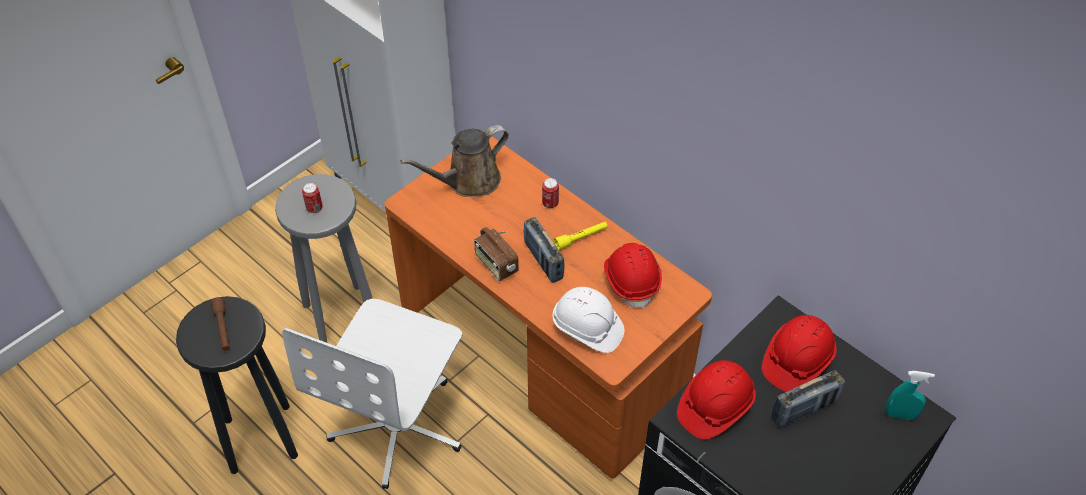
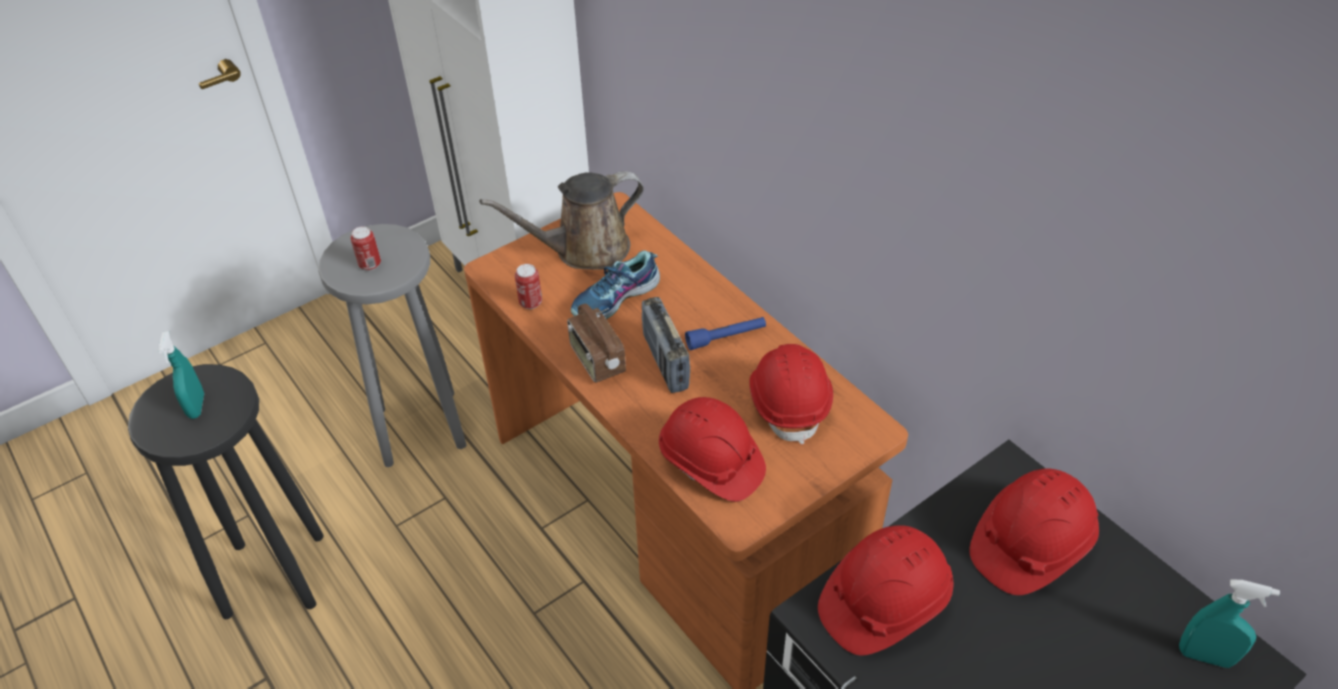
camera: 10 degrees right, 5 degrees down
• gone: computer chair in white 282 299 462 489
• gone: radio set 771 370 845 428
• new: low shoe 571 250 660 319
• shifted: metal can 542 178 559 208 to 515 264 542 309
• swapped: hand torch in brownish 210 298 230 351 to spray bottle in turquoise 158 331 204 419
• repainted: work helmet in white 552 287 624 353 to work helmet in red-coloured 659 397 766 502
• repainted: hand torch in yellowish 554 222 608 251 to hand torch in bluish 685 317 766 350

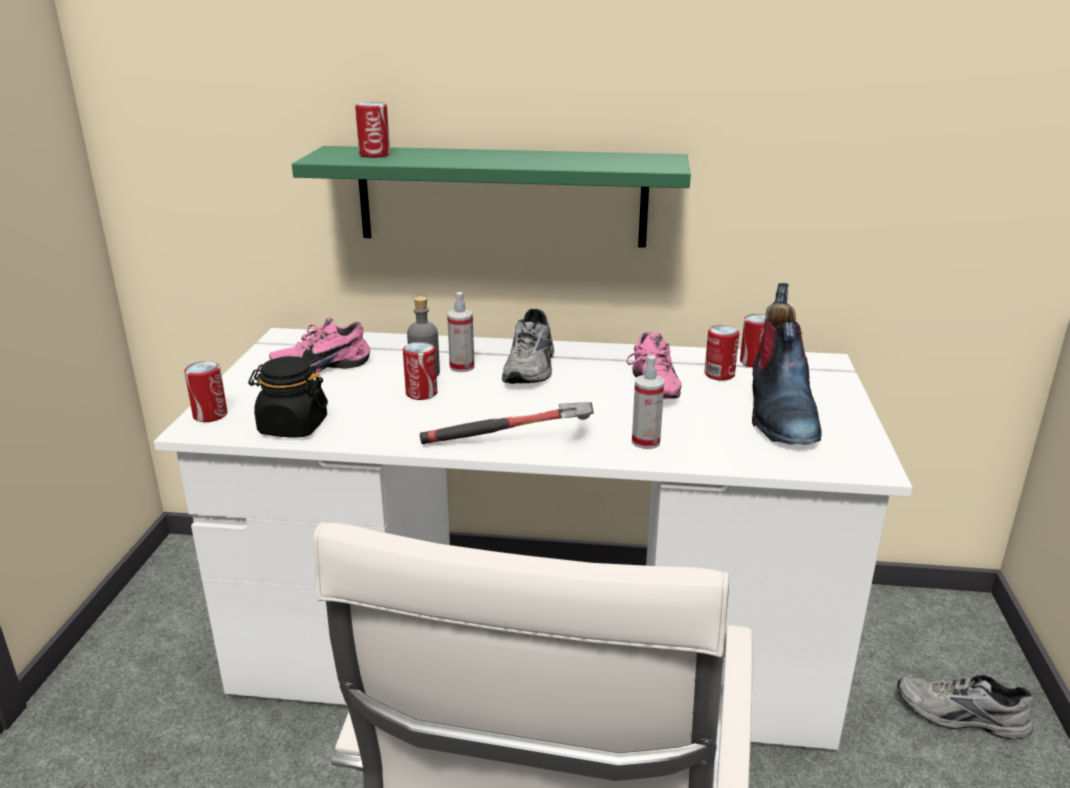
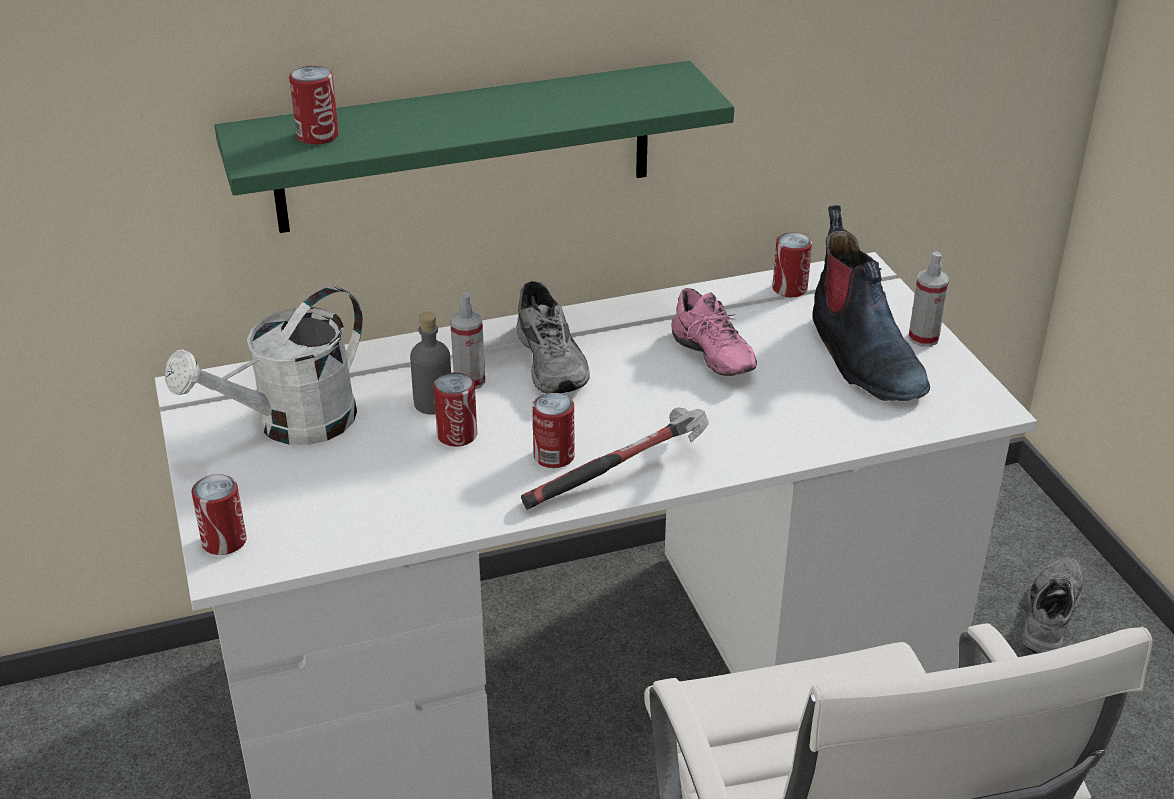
camera: 25 degrees left, 10 degrees up
• gone: preserve jar in black-coloured 248 356 328 438
• shifted: spray bottle 632 355 664 449 to 908 252 949 347
• shifted: metal can 704 325 739 381 to 532 393 575 468
• swapped: low shoe in pink-coloured 269 317 370 373 to watering pot in white 165 286 363 445
• rotated: low shoe in grey 897 675 1034 739 = 1021 557 1083 654 120 degrees clockwise

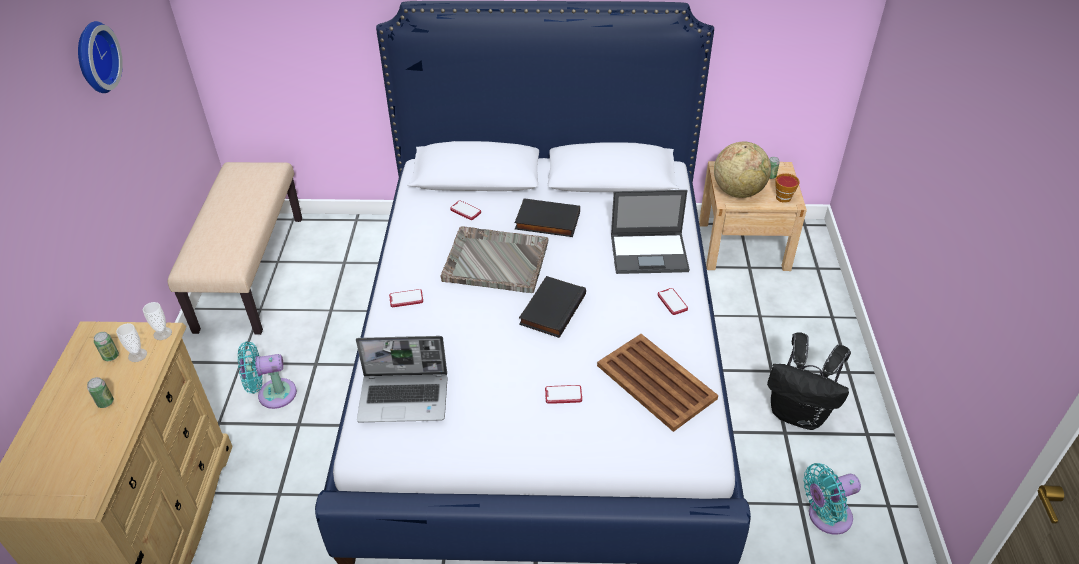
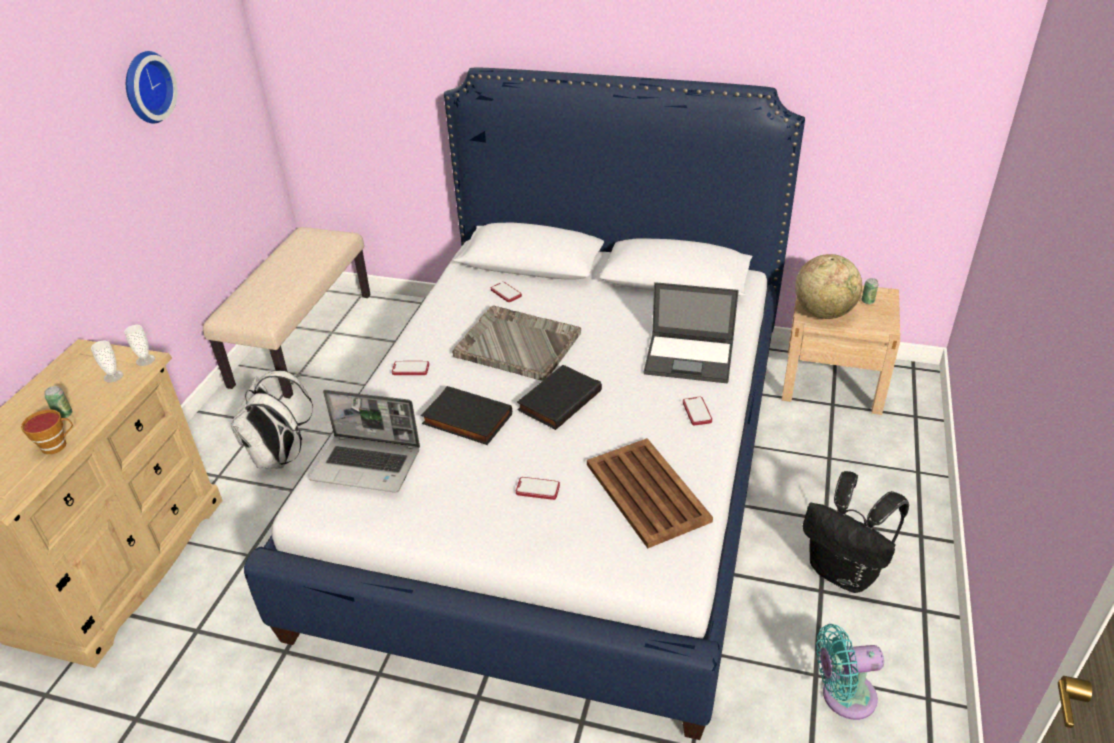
camera: 15 degrees right, 5 degrees down
• gone: metal can 94 332 119 361
• shifted: book in black-coloured 515 199 580 237 to 421 386 512 445
• shifted: drinking cup 775 173 799 203 to 21 409 73 455
• swapped: fan in turquoise 238 342 297 409 to knapsack in white 231 371 313 469

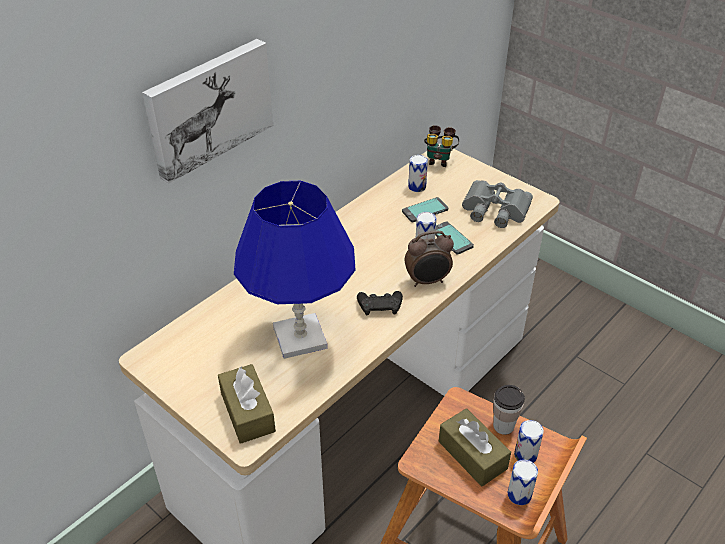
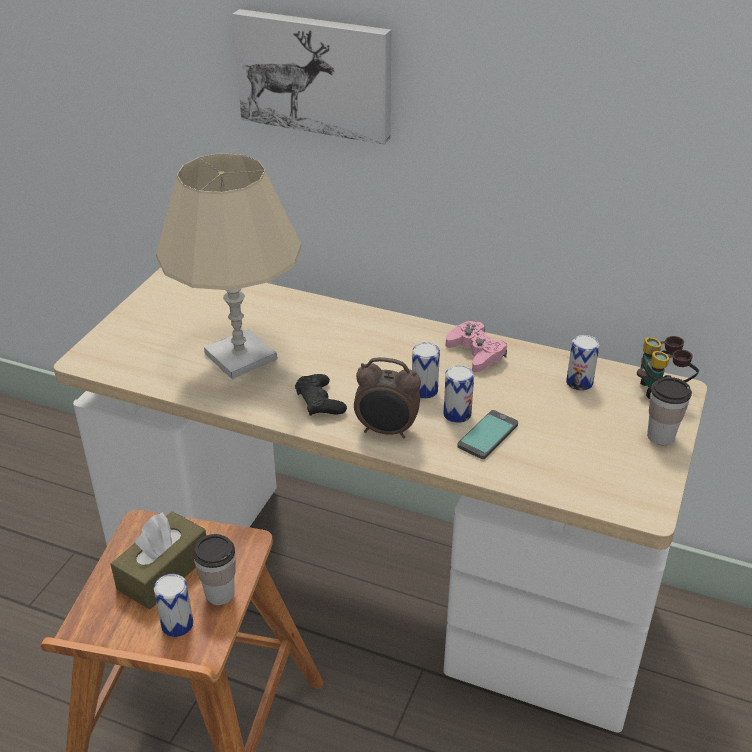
camera: 70 degrees right, 5 degrees down
• gone: box of tissues in brownish 218 364 276 444
• gone: phone 402 197 448 222
• gone: pair of binoculars in grey 462 180 533 228
• new: joypad in pink-coloured 446 321 507 372
• new: drinking cup 647 377 692 445
• shifted: metal can 508 459 538 505 to 412 342 440 399
• repainted: table lamp in bluish 234 181 355 359 to table lamp in beige 156 153 302 379
• rotated: table clock 404 230 454 287 = 354 357 421 439 45 degrees counterclockwise

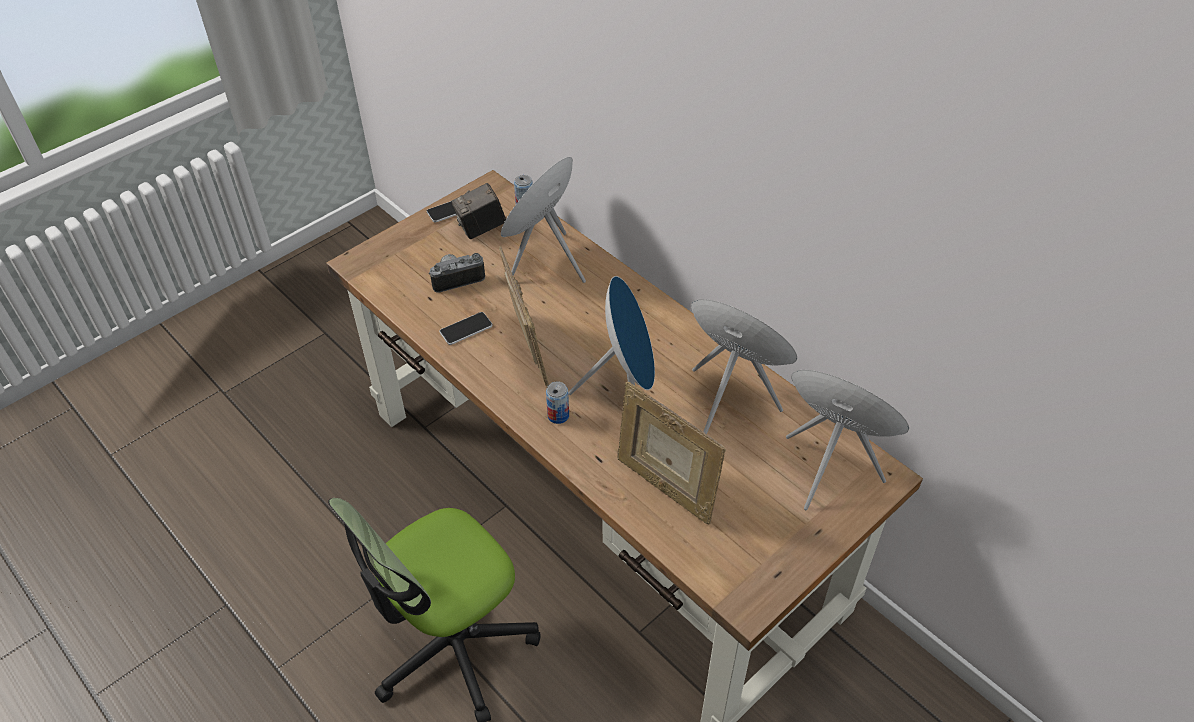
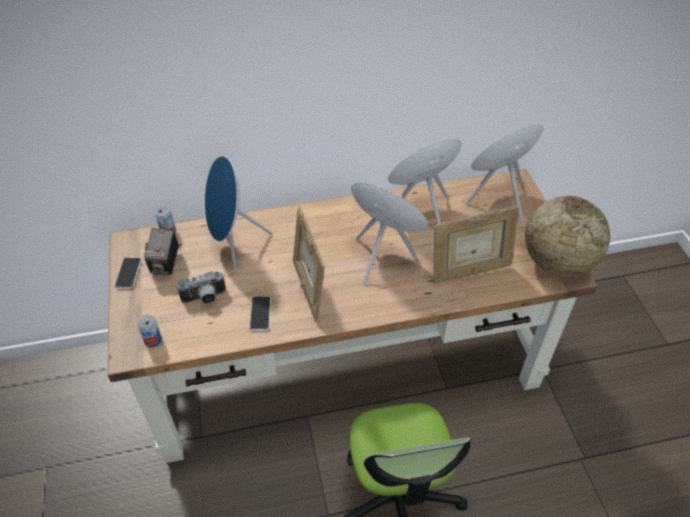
camera: 60 degrees left, 0 degrees up
• new: world globe 525 196 610 277
• shifted: metal can 546 381 569 424 to 138 315 162 347
• rotated: still camera 429 253 485 293 = 177 271 226 304 120 degrees counterclockwise
• rotated: photo frame 499 246 549 387 = 293 206 325 322 120 degrees counterclockwise

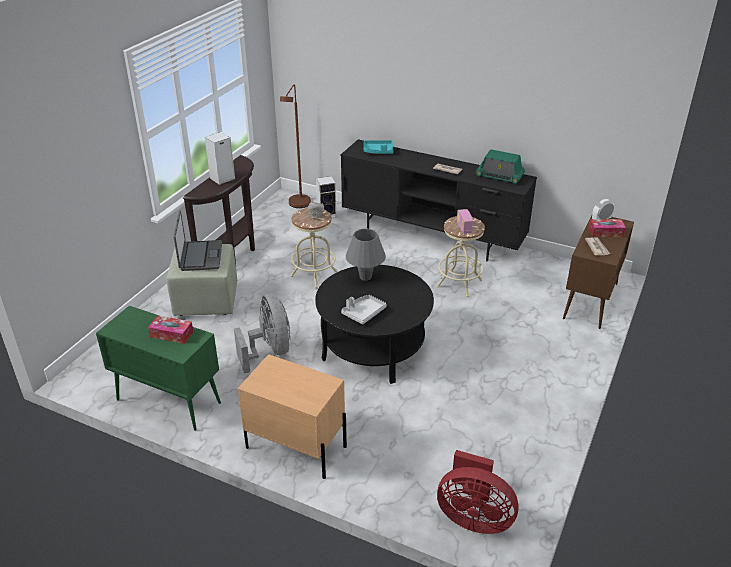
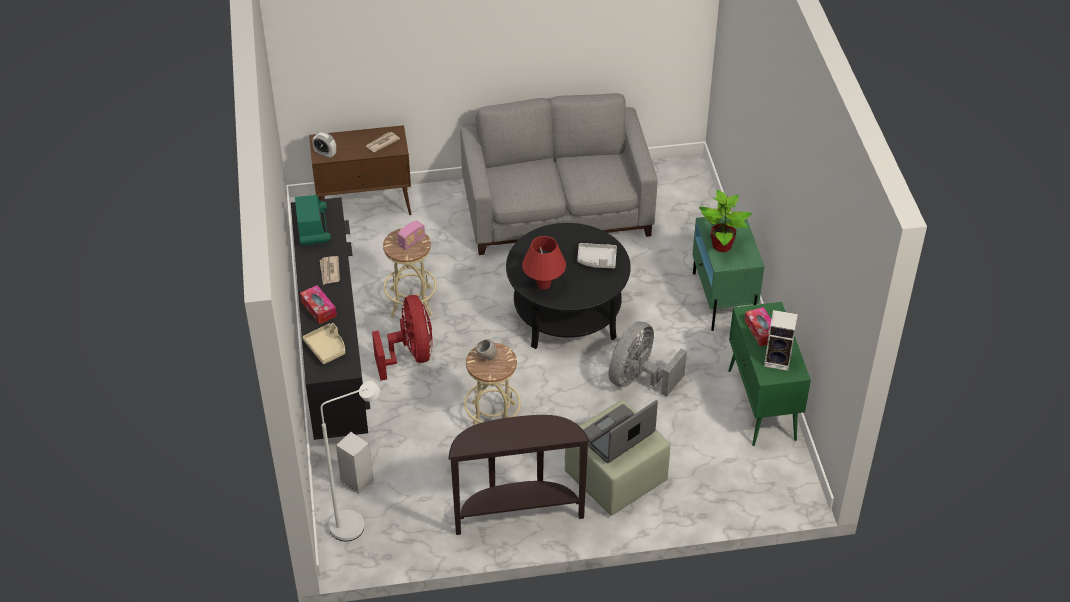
camera: 125 degrees left, 10 degrees up
• new: couch in grey 460 93 658 255
• new: potted plant 699 190 752 252
• shifted: loudspeaker 205 132 235 185 to 764 310 798 371
• shifted: fan in red-coloured 437 450 519 534 to 372 295 432 380
• shifted: box of tissues 589 219 626 237 to 300 285 337 324
• repainted: bedside table in beige 238 354 347 479 to bedside table in green 692 215 765 331
• repainted: standing lamp in brownish 280 84 311 208 to standing lamp in white 321 381 380 541
• repainted: table lamp in grey 346 229 386 281 to table lamp in red-coloured 522 236 566 290
• repainted: carrying tray in turquoise 364 140 393 154 to carrying tray in beige 302 323 345 364

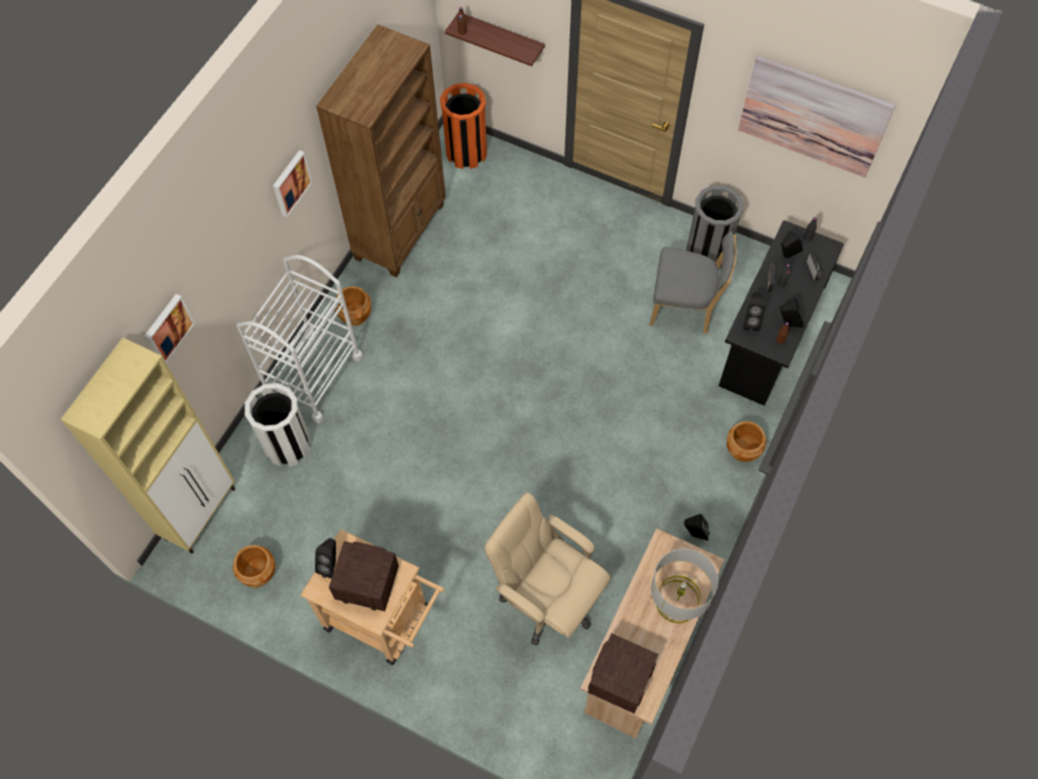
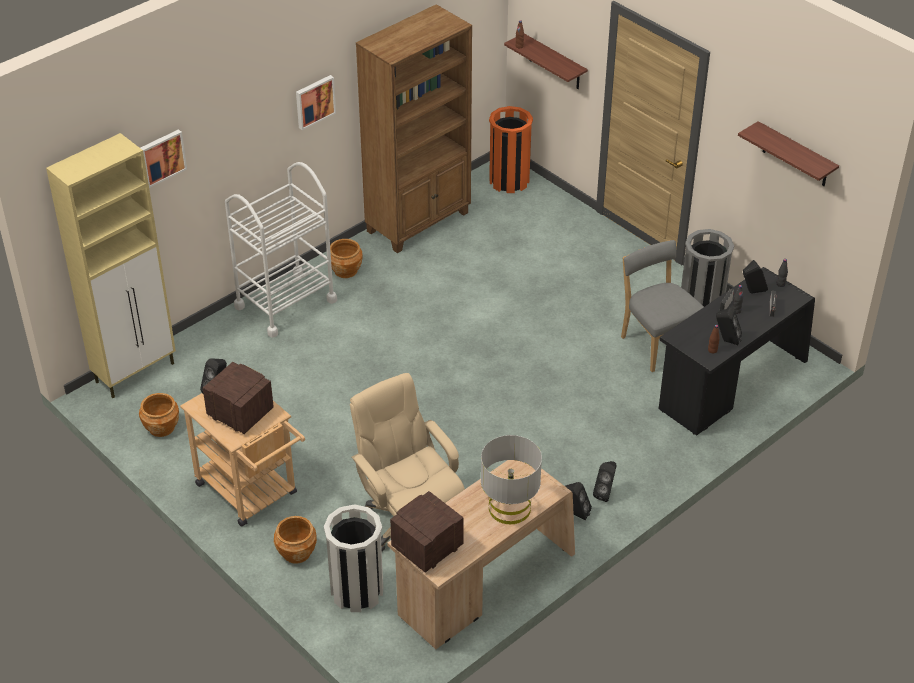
camera: 20 degrees right, 20 degrees down
• shifted: trash can in white 245 383 312 467 to 324 504 383 612
• shifted: planter in brownish 727 421 766 462 to 274 516 317 563
• shifted: loudspeaker in black-coloured 743 292 765 331 to 593 461 617 502
• swapped: picture 738 56 896 178 to shelf 738 121 839 186
• rotated: plain chair in grey 649 231 737 334 = 621 240 704 372 150 degrees counterclockwise

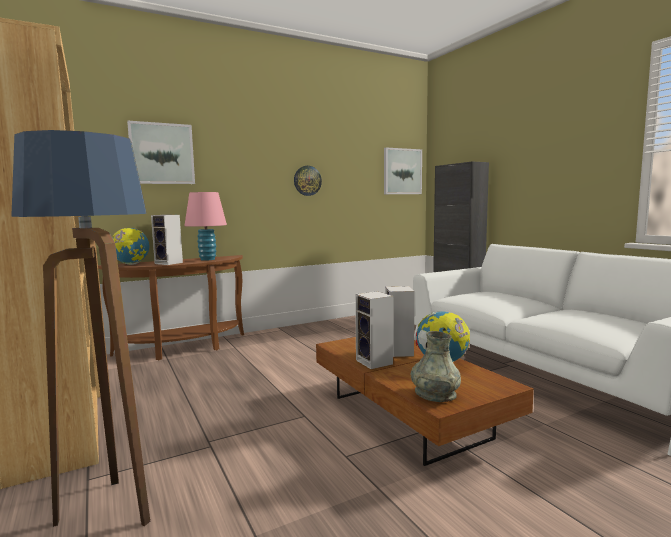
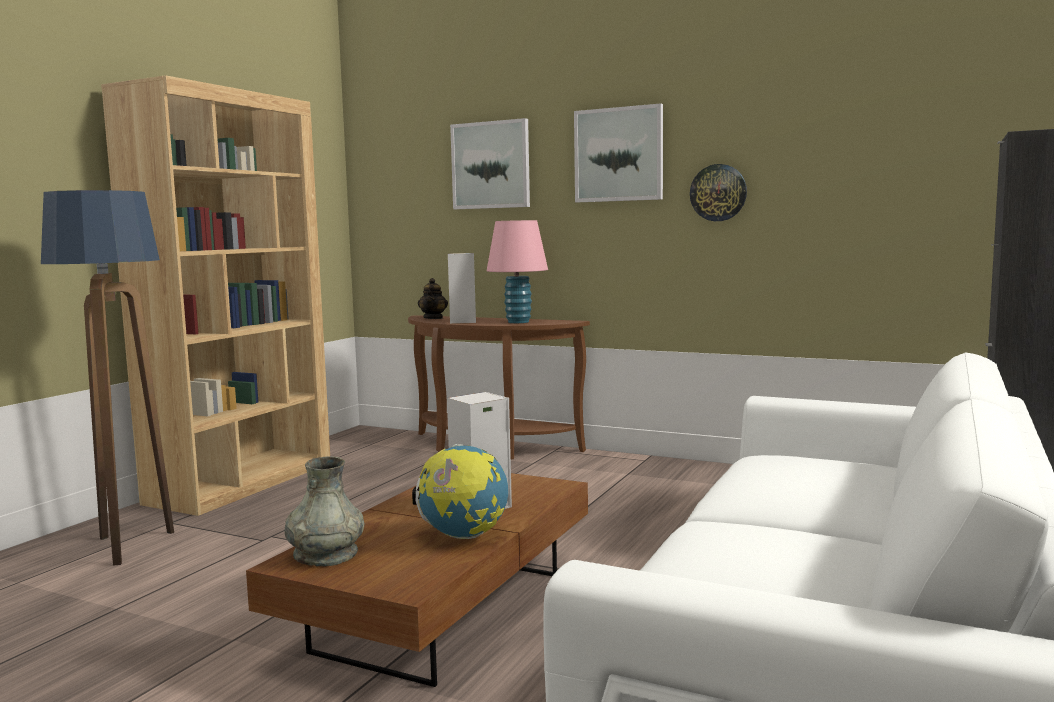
camera: 55 degrees right, 0 degrees up
• gone: loudspeaker 355 291 393 369
• shifted: picture 384 147 422 194 to 574 103 663 202
• swapped: world globe 112 228 149 265 to tea pot 418 278 448 319

